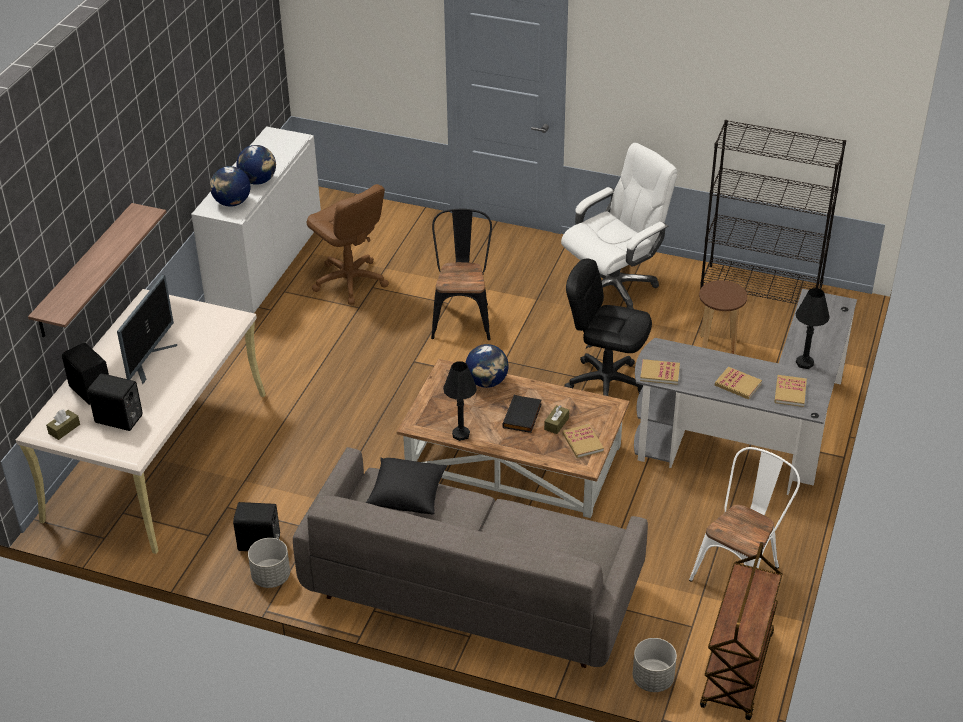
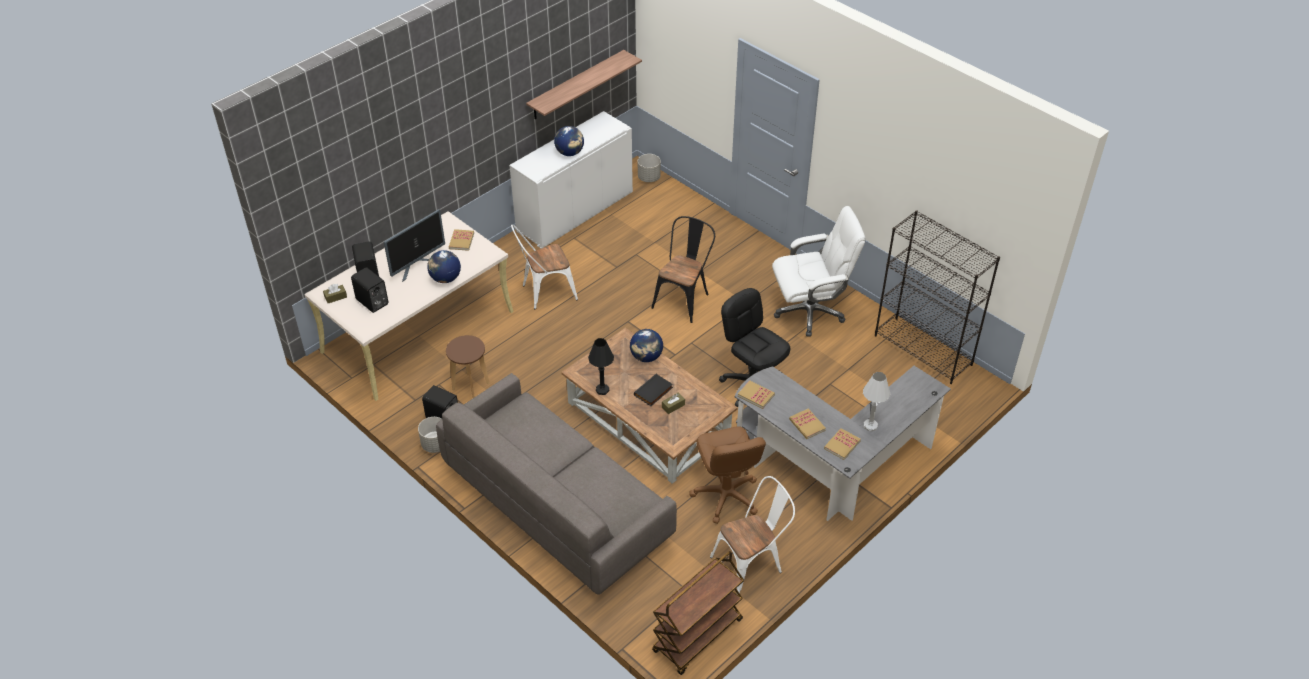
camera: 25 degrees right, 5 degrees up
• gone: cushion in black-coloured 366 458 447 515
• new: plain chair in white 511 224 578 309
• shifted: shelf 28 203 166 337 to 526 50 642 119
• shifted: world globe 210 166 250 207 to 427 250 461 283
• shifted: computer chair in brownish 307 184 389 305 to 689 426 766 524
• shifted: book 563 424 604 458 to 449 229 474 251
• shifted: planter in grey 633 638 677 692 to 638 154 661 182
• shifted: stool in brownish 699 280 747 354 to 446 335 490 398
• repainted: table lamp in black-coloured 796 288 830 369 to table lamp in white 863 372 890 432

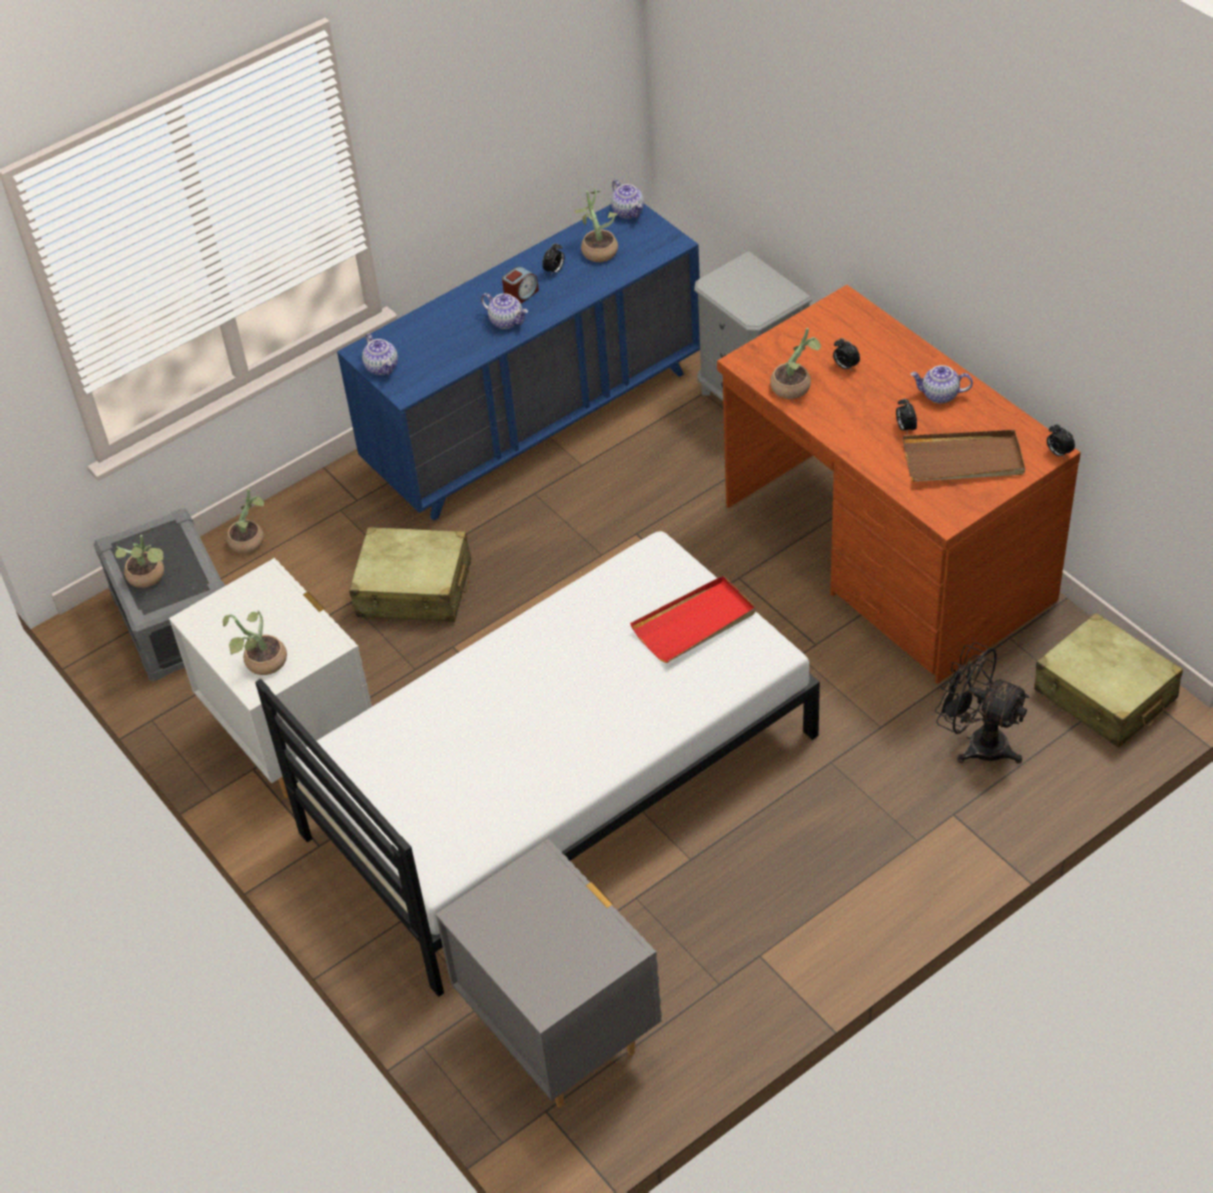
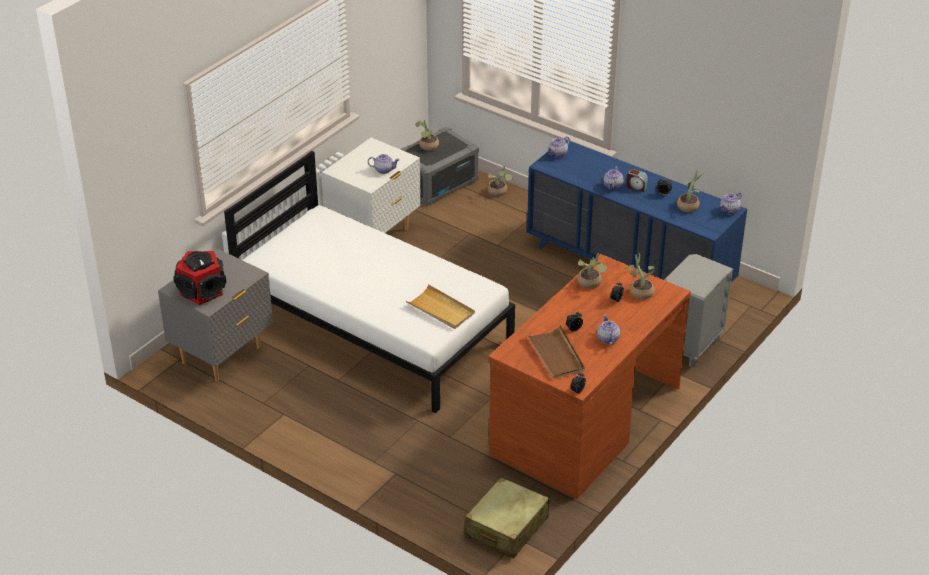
camera: 70 degrees right, 10 degrees down
• gone: suitcase in beige 349 527 471 622
• gone: fan in black-coloured 935 642 1030 764
• new: loudspeaker 173 251 226 305
• new: tea pot 368 154 400 174
• shifted: potted plant 223 611 287 675 to 625 252 655 300
• repainted: carrying tray in red-coloured 630 576 756 663 to carrying tray in beige 406 284 475 329

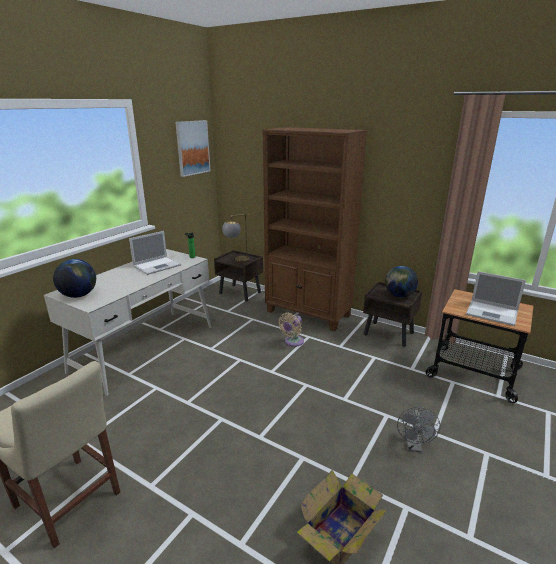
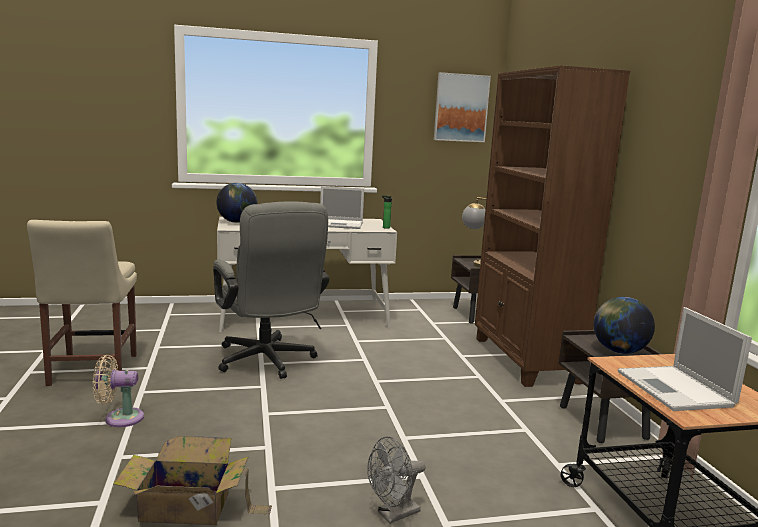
camera: 45 degrees right, 10 degrees down
• new: computer chair in grey 213 201 329 379
• shifted: fan in beige 278 313 304 347 to 93 355 144 427

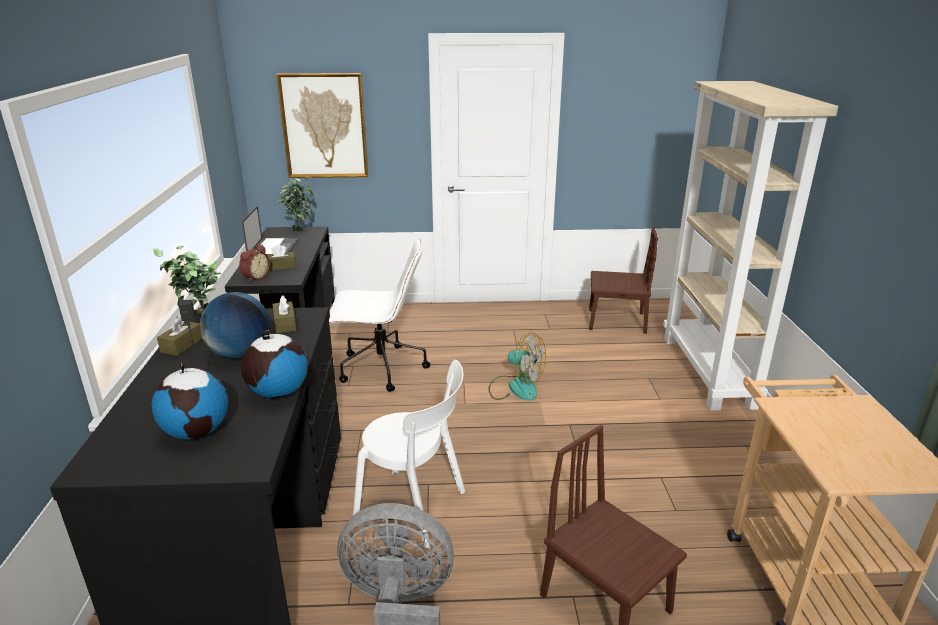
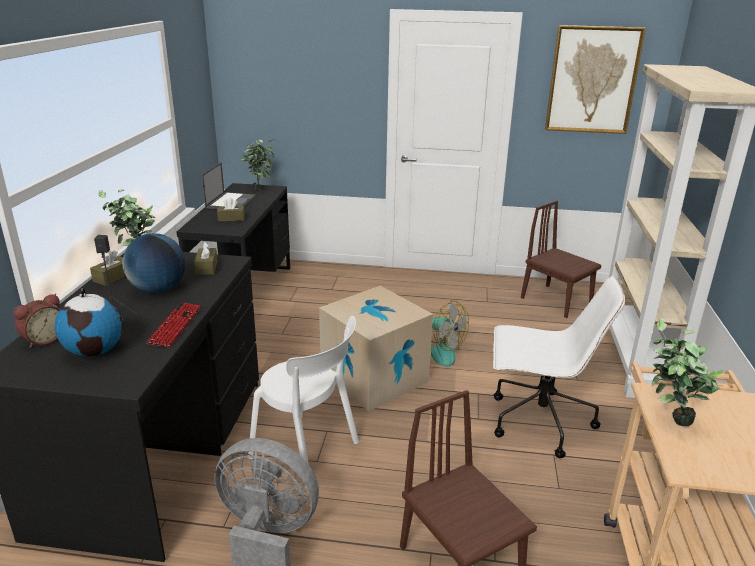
camera: 10 degrees right, 0 degrees up
• new: cardboard box 319 286 433 411
• new: potted plant 651 318 723 426
• shifted: table clock 239 244 270 282 to 14 294 60 348
• shifted: picture 276 73 368 178 to 545 25 646 134
• shifted: computer chair in white 329 239 430 392 to 493 276 625 458
• swapped: world globe 241 330 308 398 to keyboard 147 303 202 348
• rotated: plain chair in brownish 589 226 658 334 = 521 201 601 318 150 degrees counterclockwise

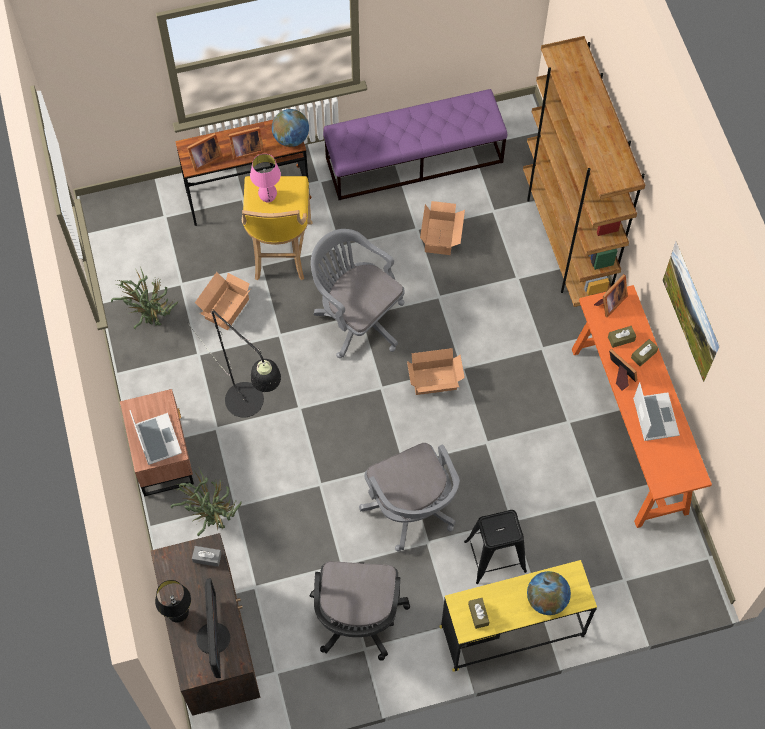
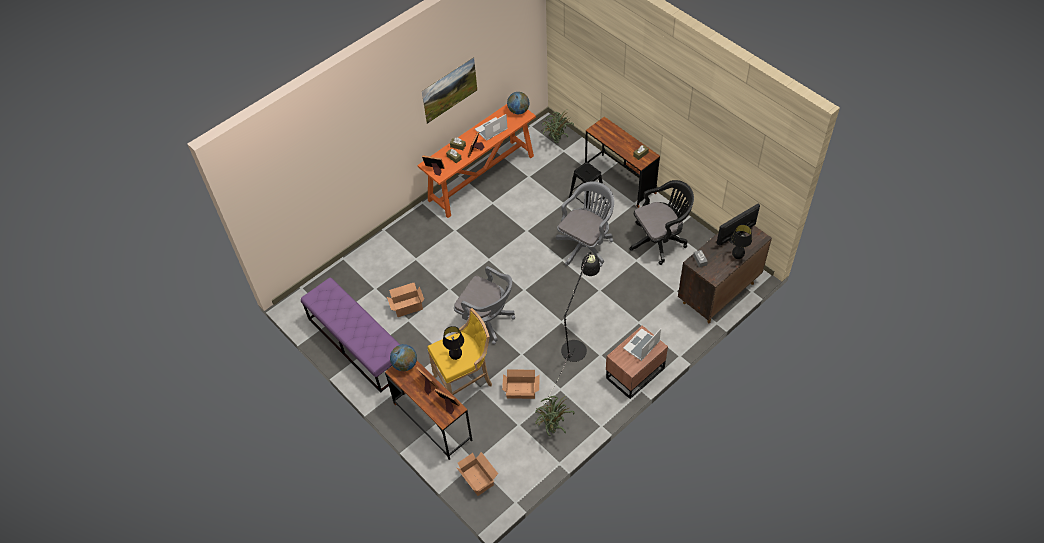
camera: 115 degrees left, 10 degrees down
• gone: shelving unit in brownish 523 36 645 307
• shifted: potted plant 171 466 242 536 to 542 110 574 143
• shifted: cardboard box 407 348 465 395 to 457 452 498 496
• shifted: world globe 527 571 571 615 to 507 92 530 114
• repainted: table lamp in pink-coloured 250 154 281 202 to table lamp in black-coloured 443 326 464 360
• repainted: desk in yellowish 439 560 597 672 to desk in brownish 585 117 660 208
• rotated: computer chair in grey 311 229 405 358 = 454 266 515 344 75 degrees counterclockwise

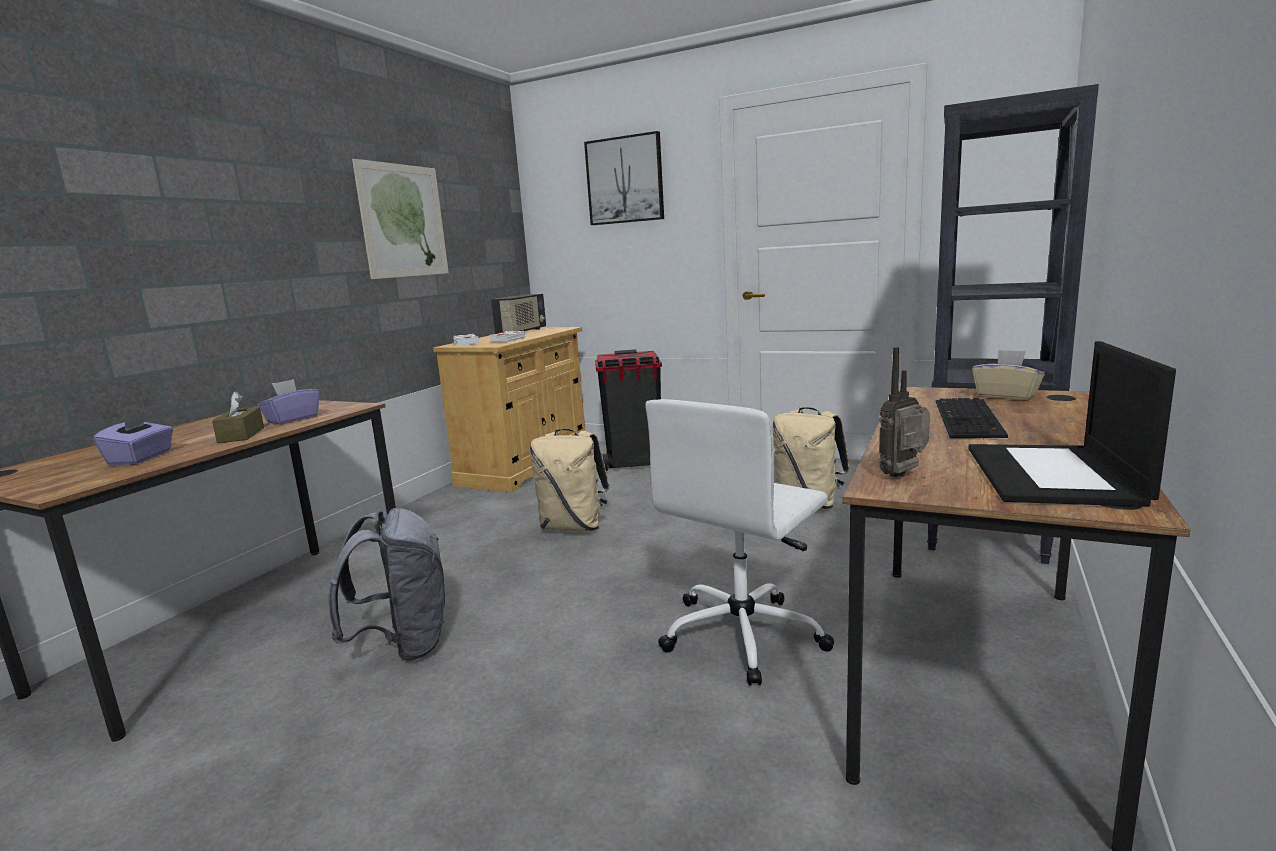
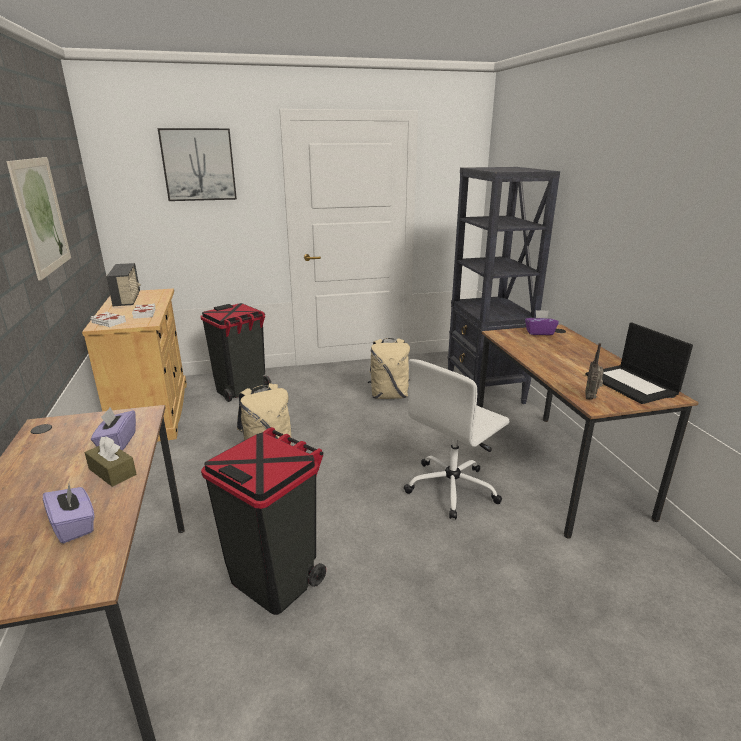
camera: 40 degrees left, 10 degrees up
• gone: keyboard 936 398 1008 440
• swapped: knapsack in grey 328 508 445 662 to trash can in black-coloured 201 427 326 615
• repainted: box of tissues in beige 972 350 1045 400 to box of tissues in purple-coloured 525 310 559 335
• rotated: computer chair in white 645 399 834 685 = 404 359 509 519 45 degrees clockwise

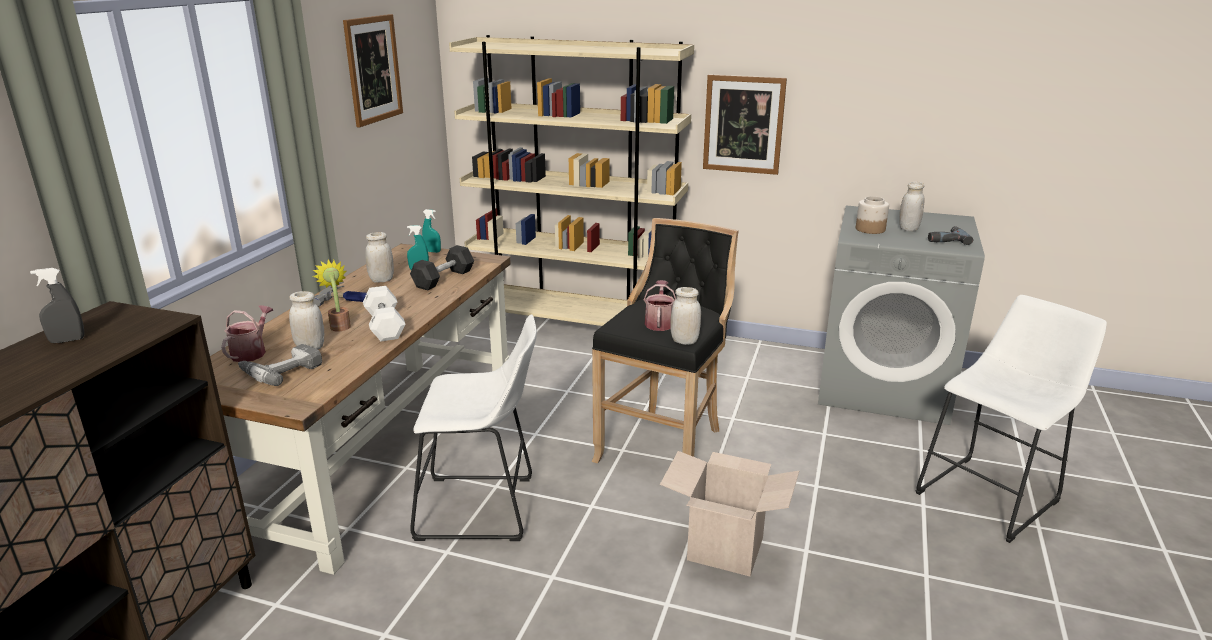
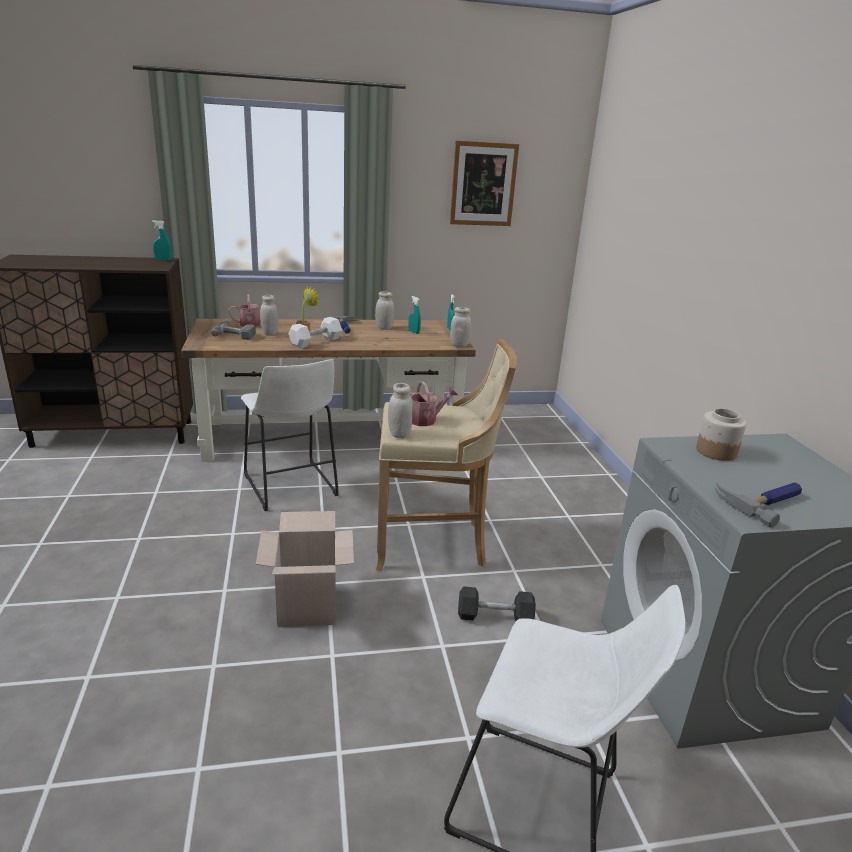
camera: 60 degrees right, 0 degrees up
• gone: spray bottle in grey 30 268 85 343
• gone: shelving unit in beige 449 35 694 326
• gone: picture 703 74 787 175
• new: spray bottle in turquoise 152 220 171 260
• shifted: hand weight in black-coloured 410 245 474 290 to 458 586 536 621
• shifted: preserve jar in white 899 182 925 231 to 450 307 471 347
• swapped: drill 928 226 973 245 to hand hammer 715 482 802 528
• repainted: stool in black-coloured 592 218 739 463 to stool in beige 375 339 517 570

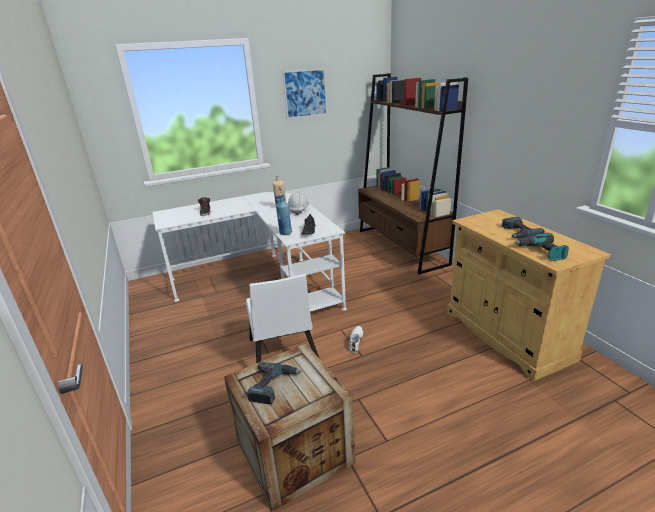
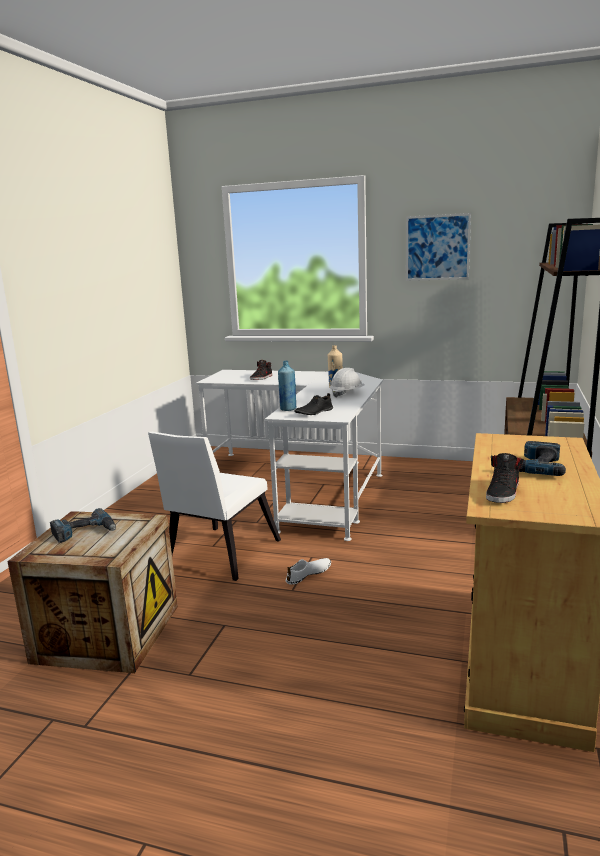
camera: 40 degrees right, 10 degrees down
• swapped: drill 514 233 569 261 to low shoe in black-coloured 486 453 524 503

